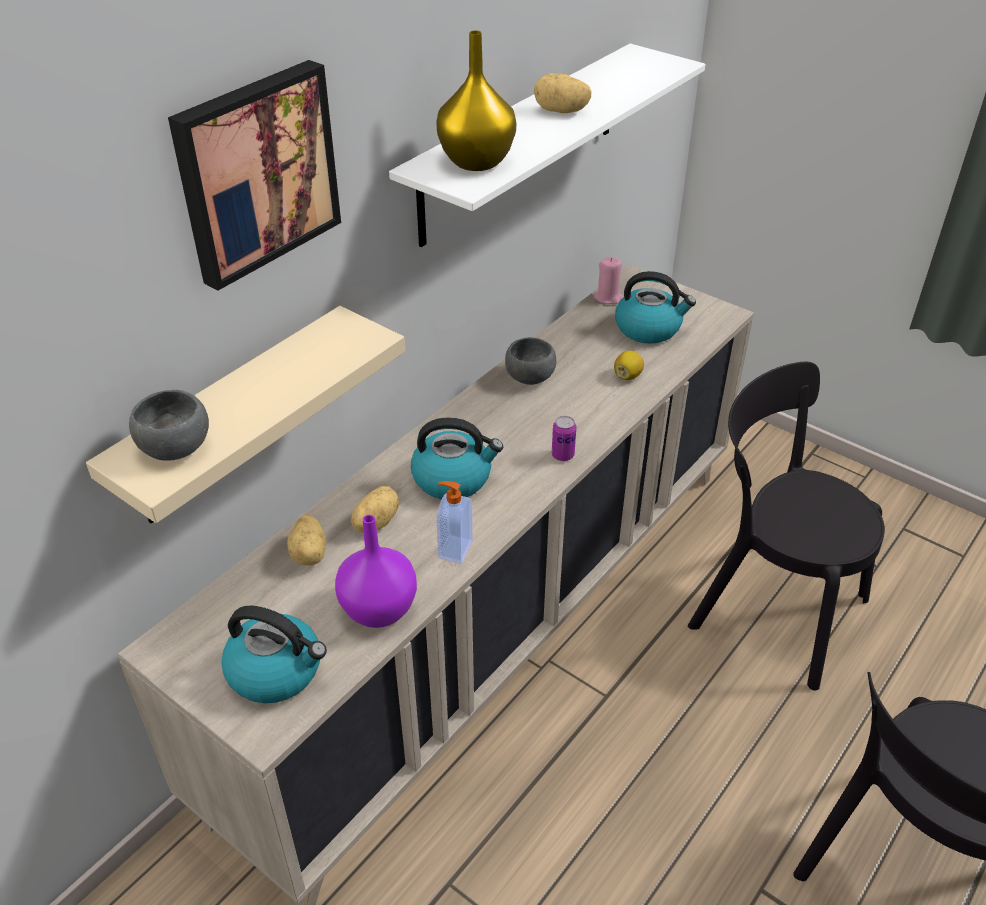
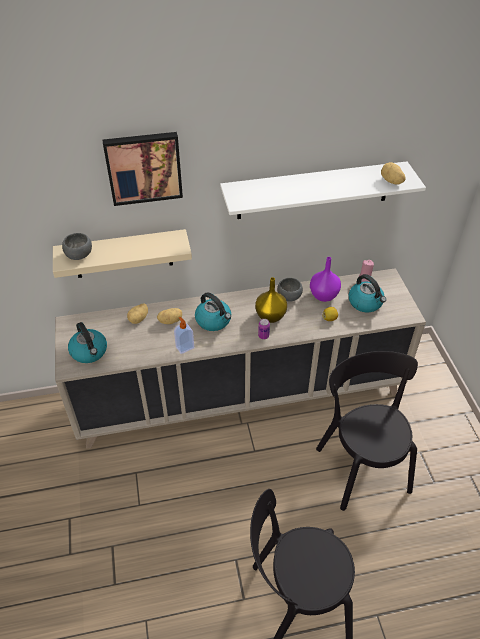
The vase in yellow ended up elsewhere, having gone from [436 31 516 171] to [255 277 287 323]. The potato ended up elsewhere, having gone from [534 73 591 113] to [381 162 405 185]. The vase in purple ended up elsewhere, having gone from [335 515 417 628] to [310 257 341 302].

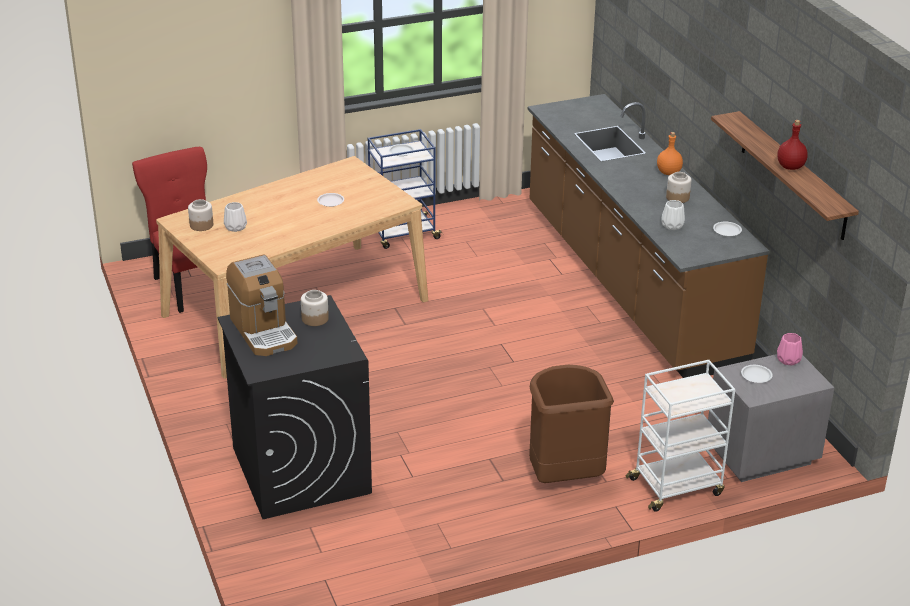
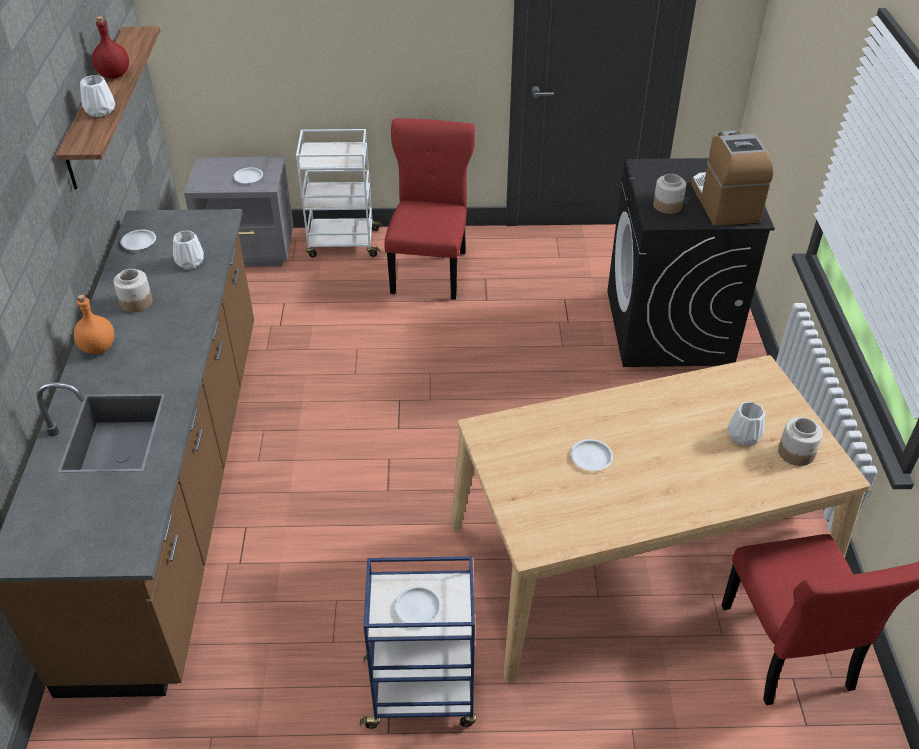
The second view lost the vase in pink at [777 333 803 366]. Where the trash can in brown stood at [529 365 614 483], the chair in red came to stand at [384 118 475 300]. The second view gained the vase in white at [80 75 115 117].

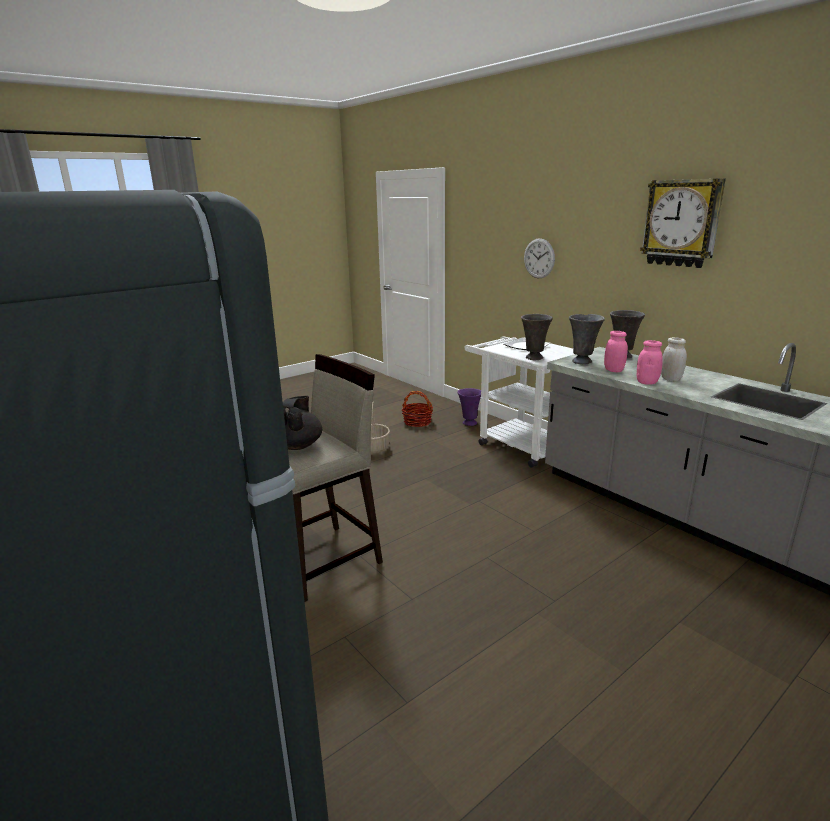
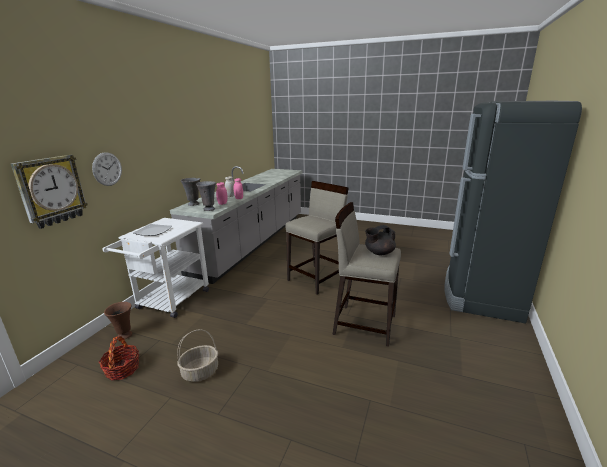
The wall clock ended up elsewhere, having gone from [640 178 726 268] to [11 155 88 229]. The second view lost the vase in grey at [521 314 553 360]. What was the vase in purple at [457 388 481 426] turned into the vase in brown at [104 302 132 340]. The second view gained the stool in beige at [285 181 349 295].

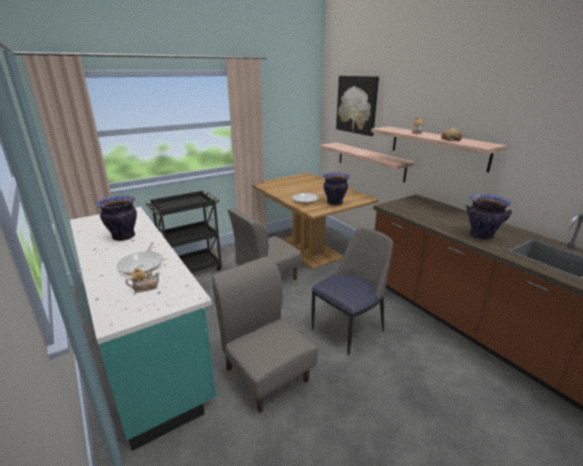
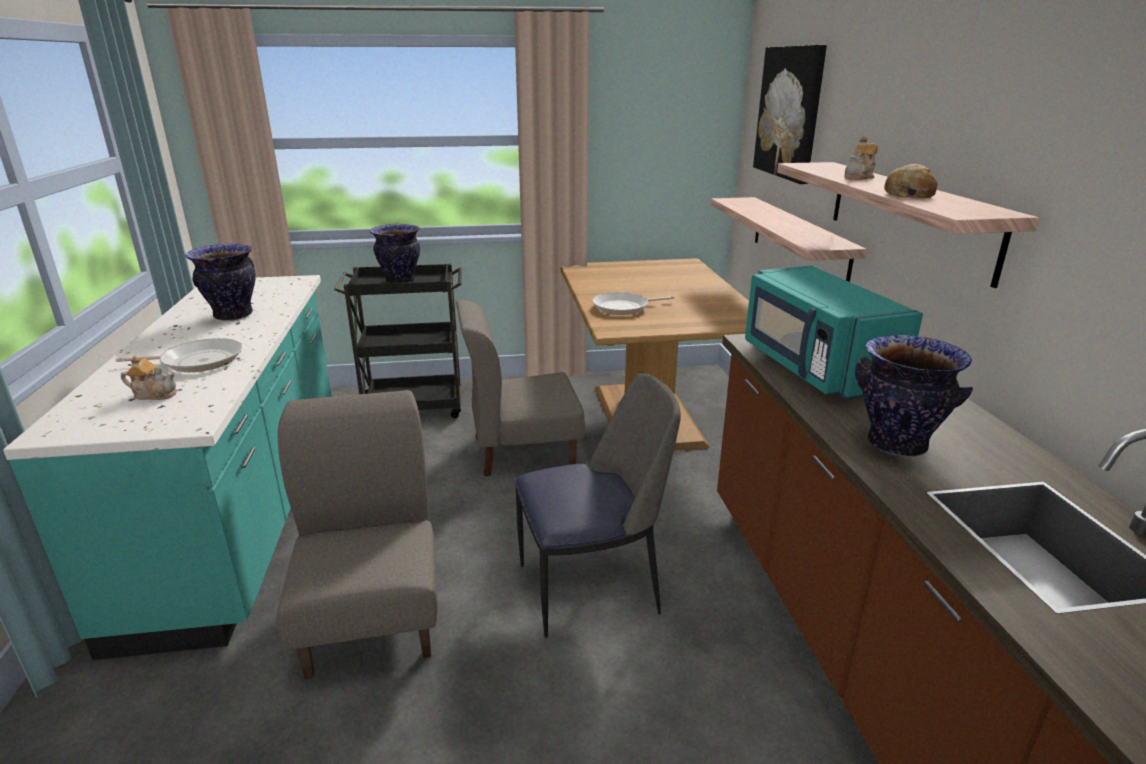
The vase ended up elsewhere, having gone from [323 172 350 206] to [370 224 420 283]. The frying pan at [117 242 163 275] ended up facing another way, 120 degrees counterclockwise from before. The second view gained the microwave in turquoise at [745 266 923 400].

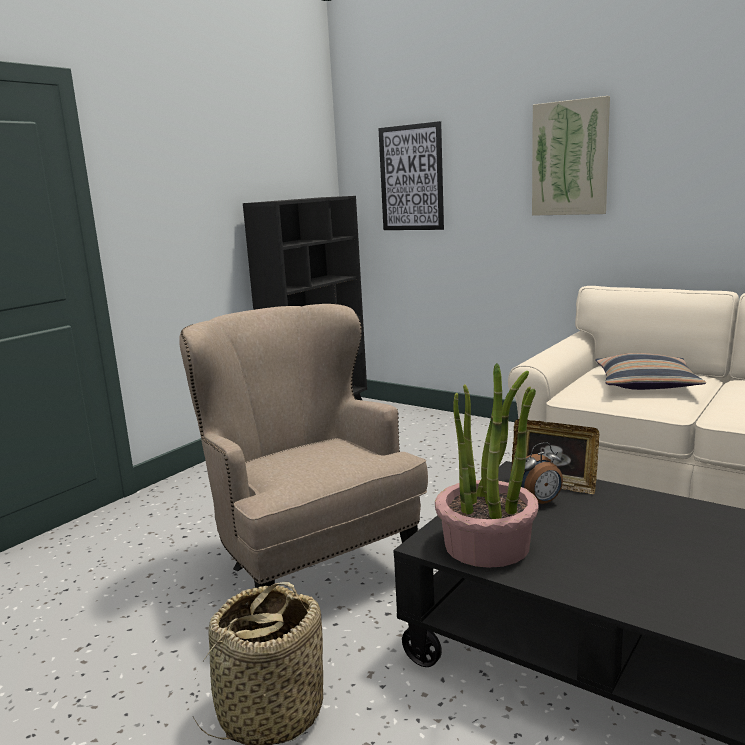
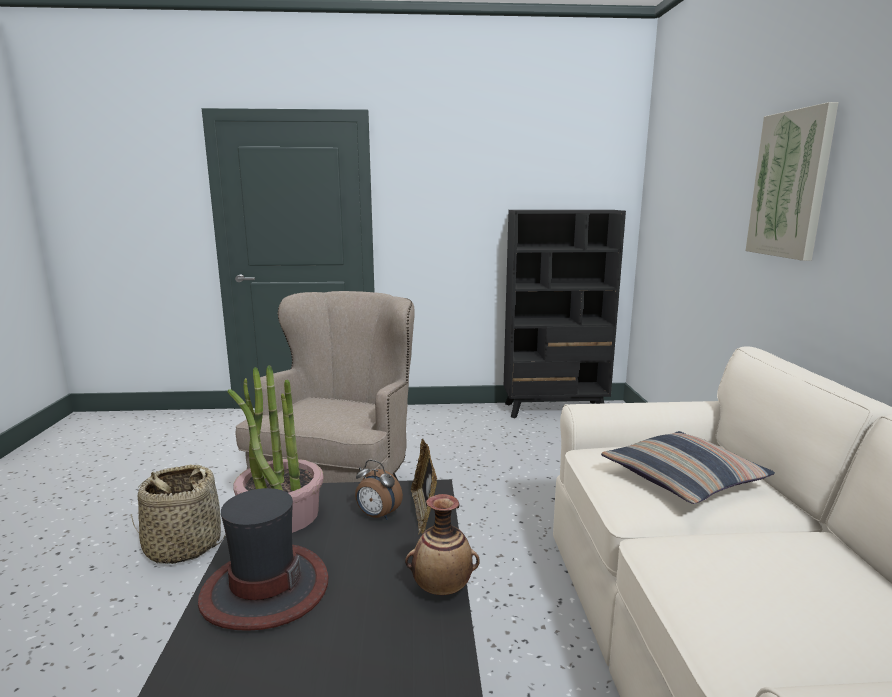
The second view lost the picture at [378 121 444 230]. The second view gained the hat at [198 488 328 631]. The second view gained the vase at [405 494 480 595].

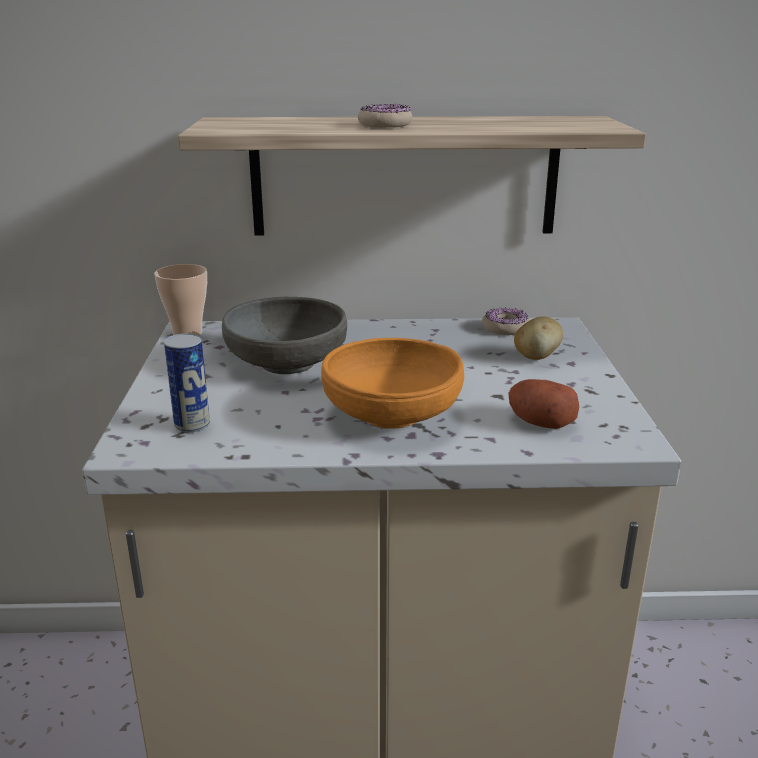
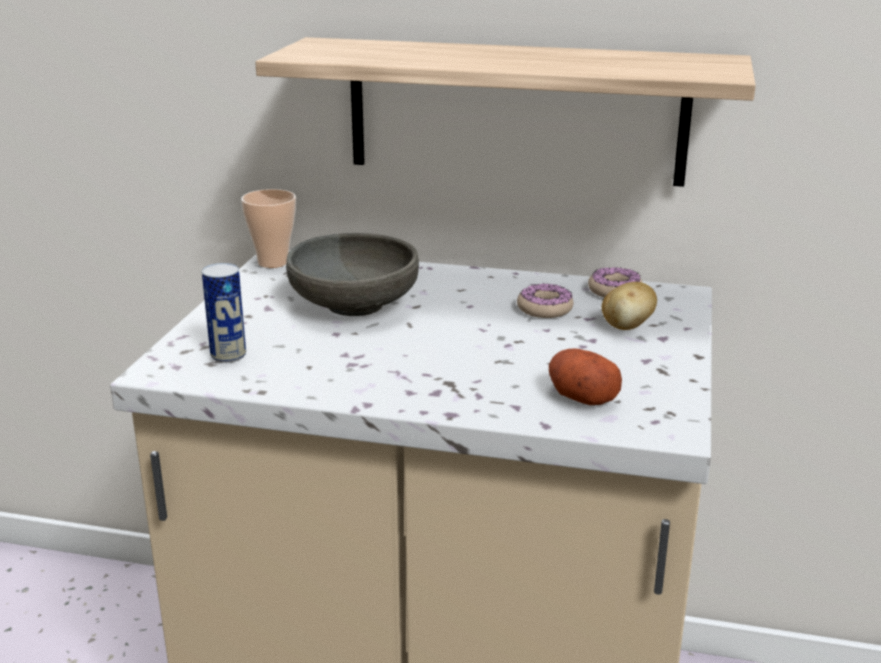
The donut ended up elsewhere, having gone from [358 104 412 128] to [517 284 574 318]. The second view lost the bowl in orange at [321 338 464 429].

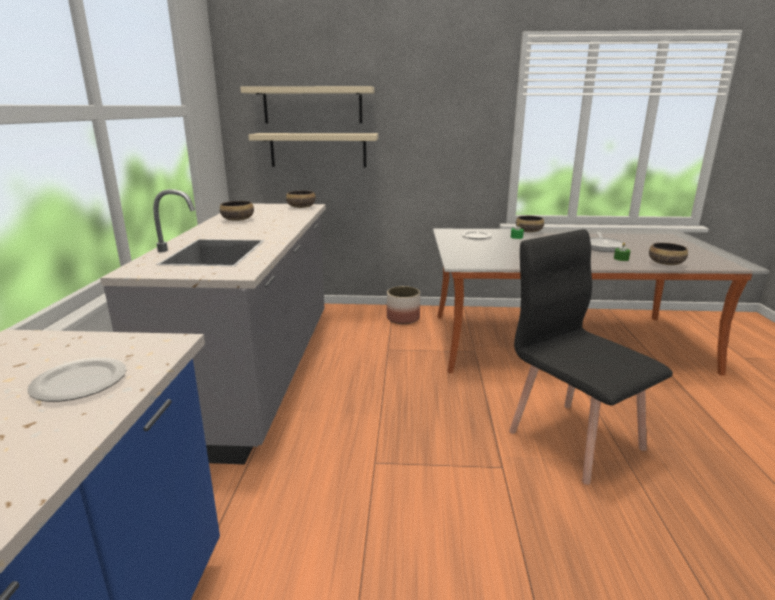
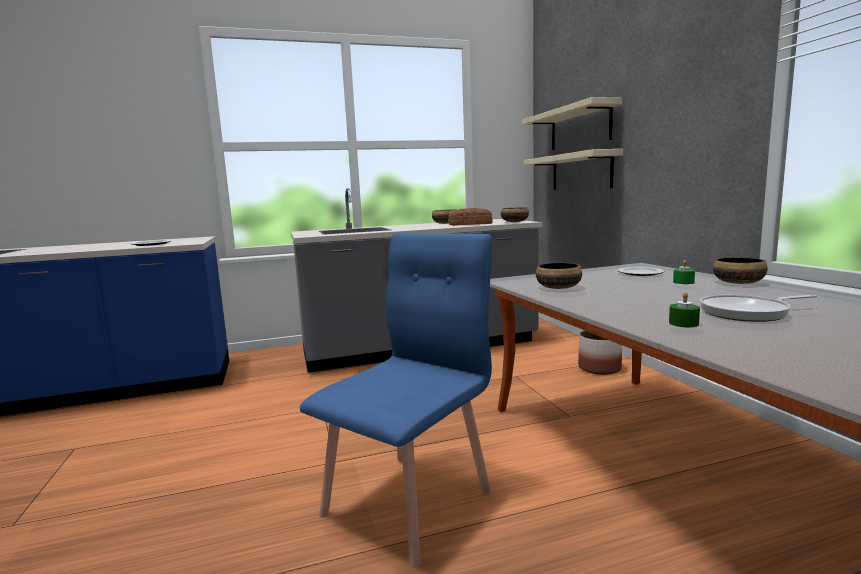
What was the chair in black at [509 229 673 485] turned into the chair in blue at [300 232 492 567]. The bowl ended up elsewhere, having gone from [649 243 688 265] to [536 263 582 289]. The second view gained the bread at [448 208 493 226].

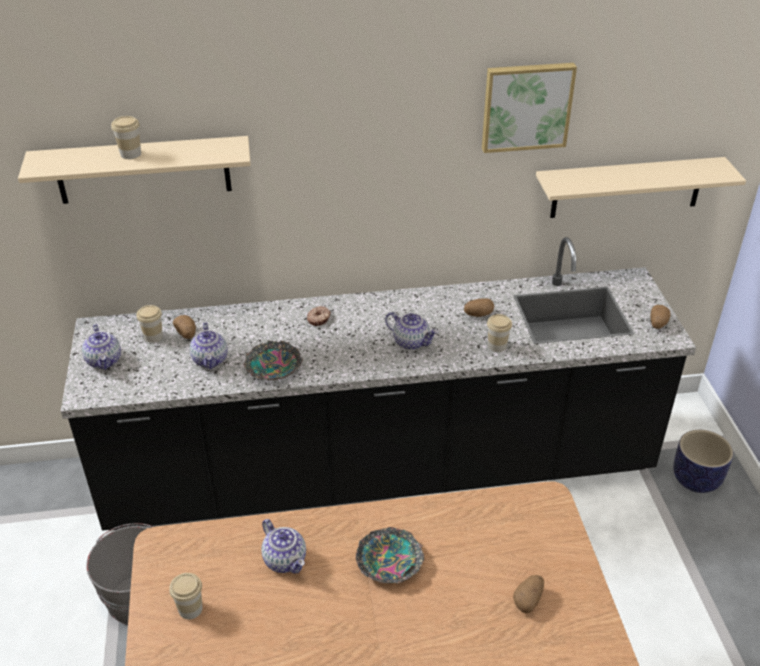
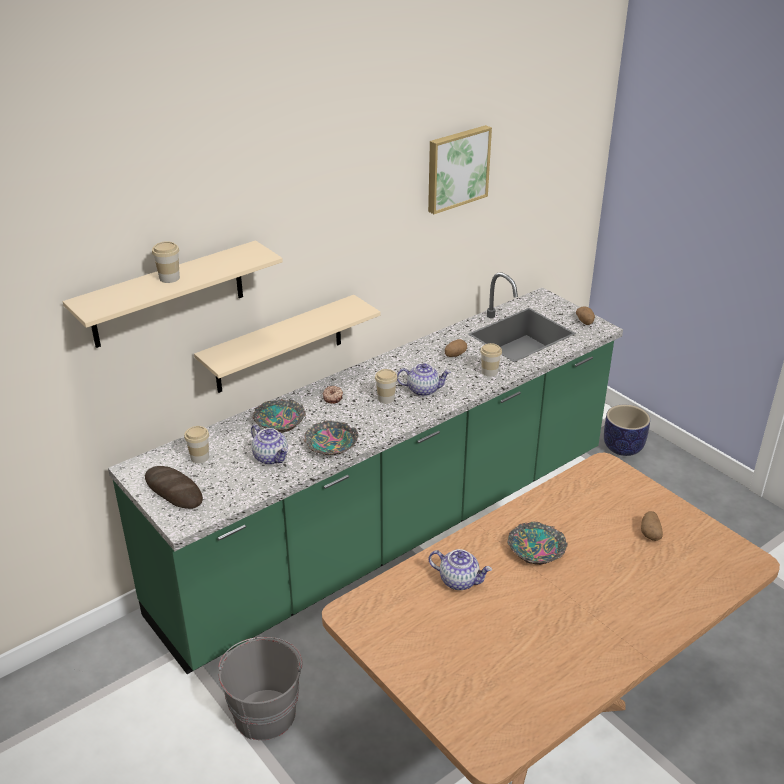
The shelf in beige ended up elsewhere, having gone from [536 157 746 218] to [194 295 381 393]. What was the counter in black at [61 237 696 531] turned into the counter in green at [108 272 623 674]. The second view lost the potato at [173 315 196 339]. Where the teapot stood at [82 324 121 370], the bread came to stand at [145 466 203 509]. The cup ended up elsewhere, having gone from [169 573 203 619] to [375 369 397 404]. The second view gained the bowl at [253 399 306 433].

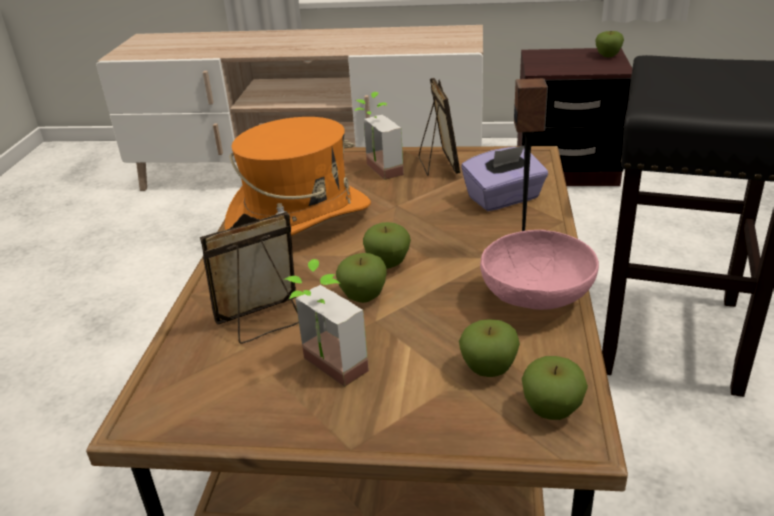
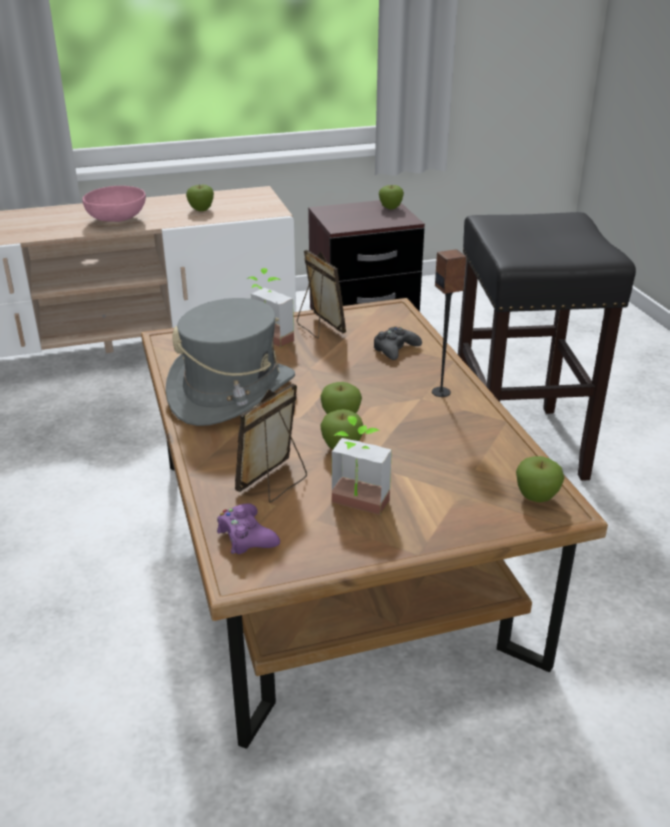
What was the hat in orange at [225 117 371 236] turned into the hat in grey at [165 298 295 426]. Where the tissue box in purple stood at [461 145 548 211], the game controller in black came to stand at [374 326 422 360]. The bowl in pink ended up elsewhere, having gone from [480 230 599 310] to [83 186 146 222]. The apple ended up elsewhere, having gone from [459 319 520 377] to [186 185 214 211]. The second view gained the game controller in purple at [217 503 280 554].

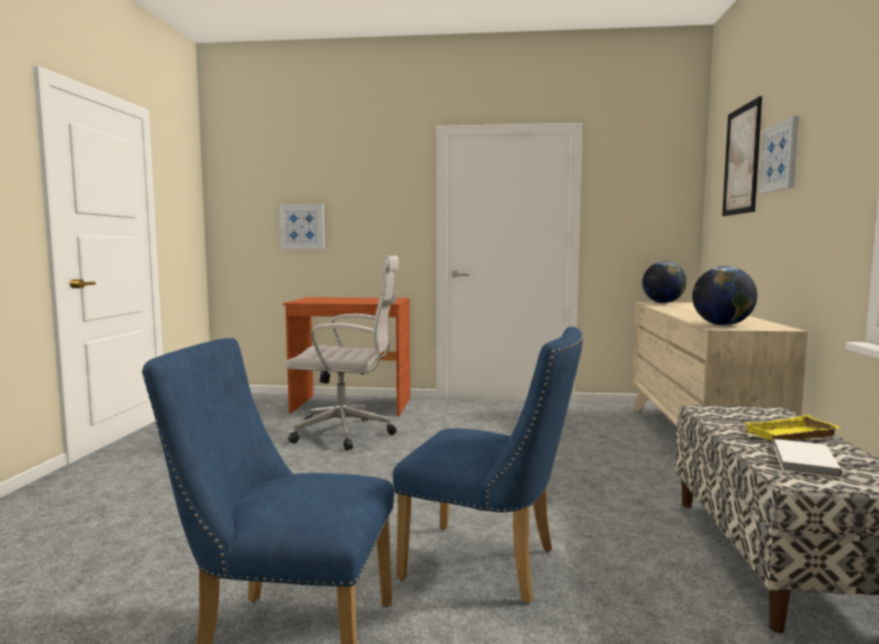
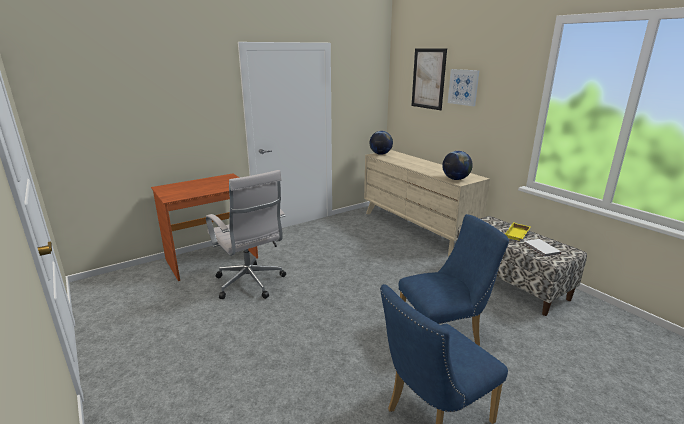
The second view lost the picture at [279 204 325 249]. The office chair in white at [286 256 399 451] ended up facing another way, 90 degrees clockwise from before.

